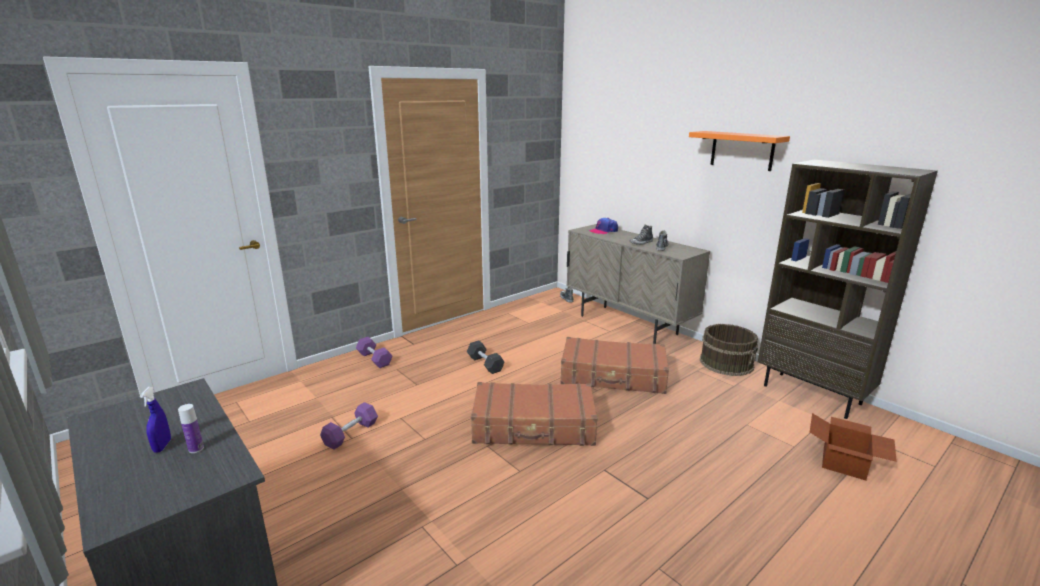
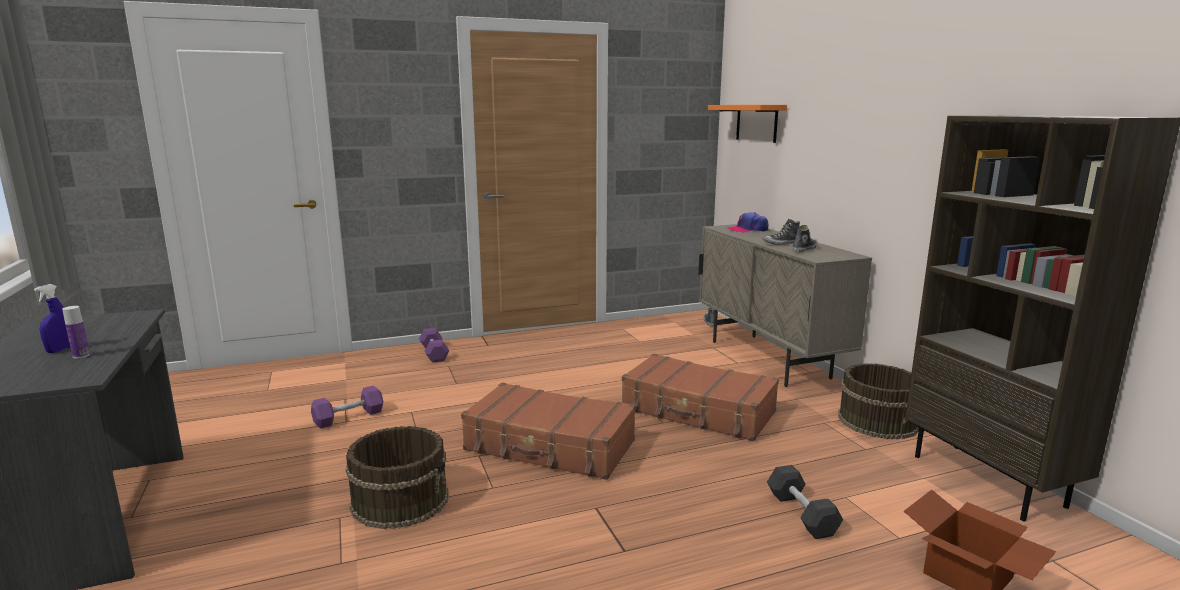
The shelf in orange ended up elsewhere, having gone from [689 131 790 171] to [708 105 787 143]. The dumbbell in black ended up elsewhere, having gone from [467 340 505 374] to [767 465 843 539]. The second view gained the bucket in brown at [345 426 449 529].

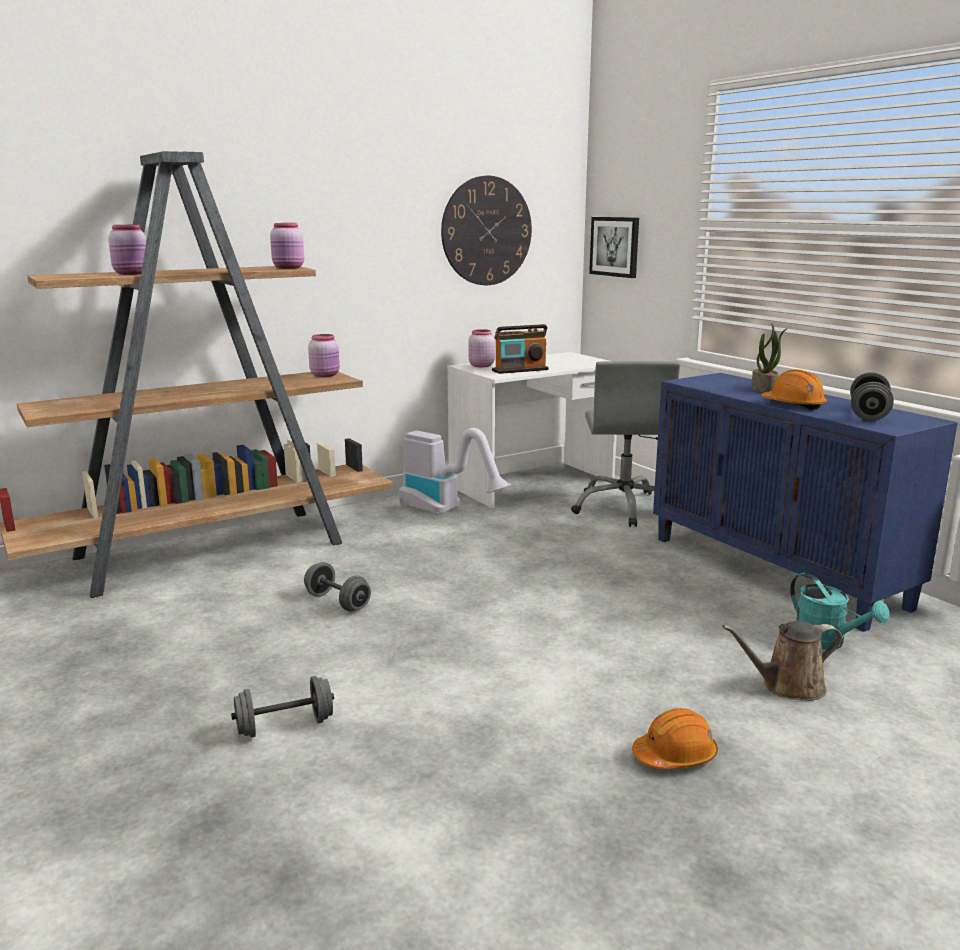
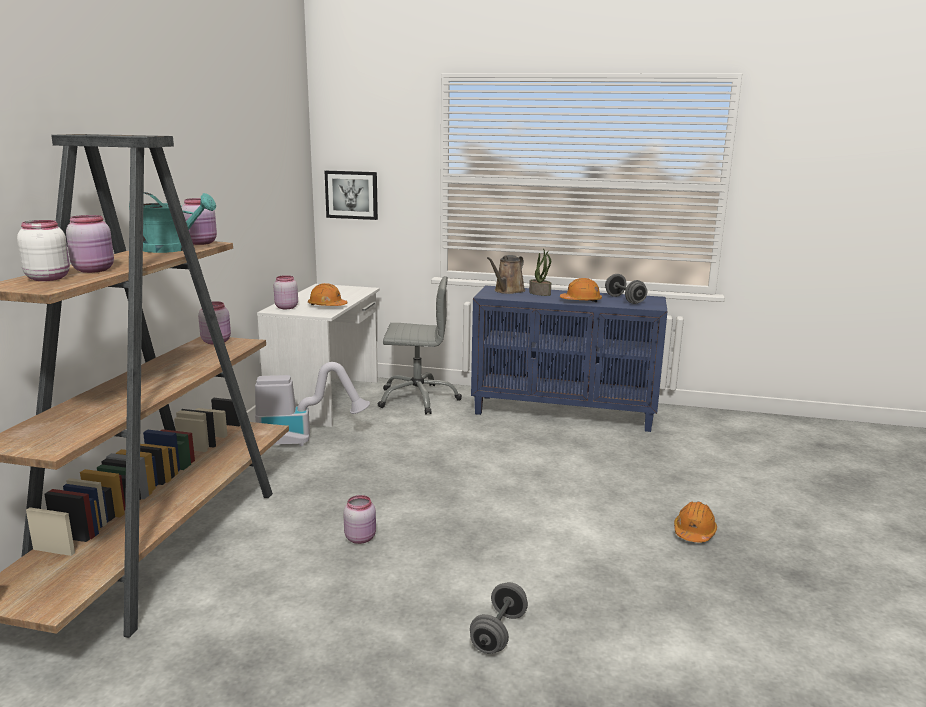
The second view lost the wall clock at [441 176 532 285]. Where the radio stood at [492 324 549 374], the hard hat in orange came to stand at [308 283 348 306]. The office chair in grey at [571 361 680 527] ended up facing another way, 45 degrees counterclockwise from before. Where the dumbbell in grey stood at [304 562 371 612], the jar in pink came to stand at [343 495 376 544]. The watering can in turquoise ended up elsewhere, having gone from [790 572 890 650] to [129 192 216 253]. The watering can in brown ended up elsewhere, having gone from [722 621 842 701] to [487 255 525 294]. The second view gained the jar in white at [17 220 70 281].

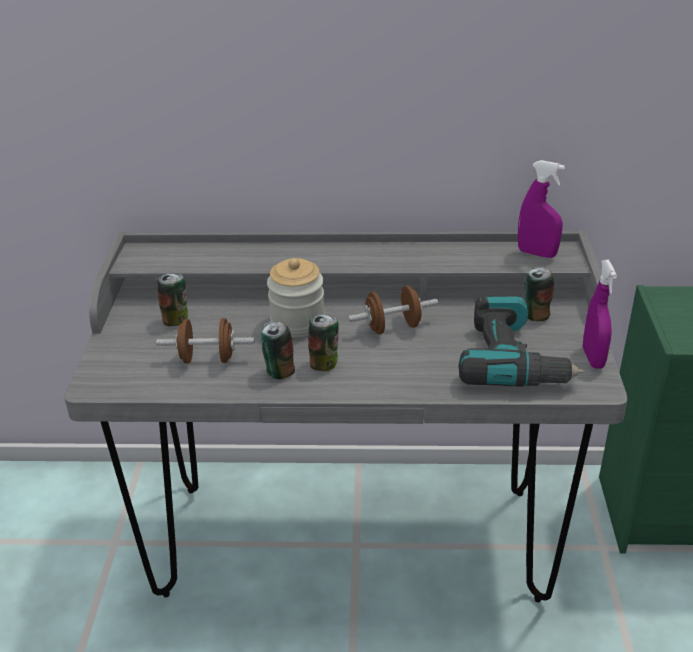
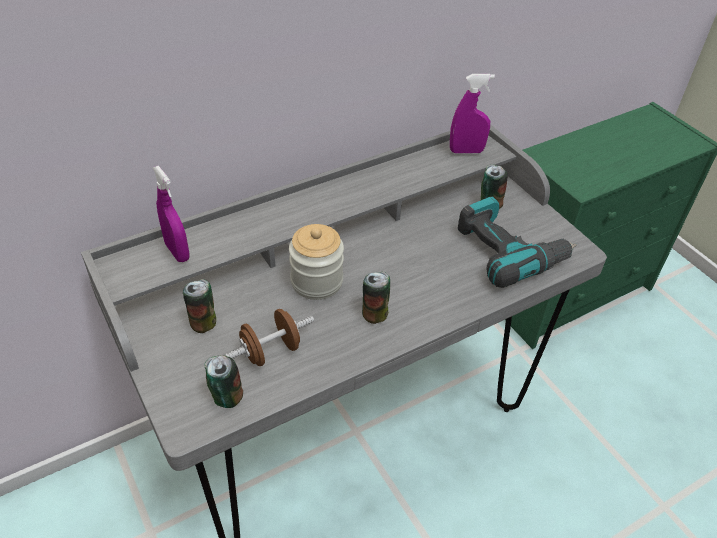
The spray bottle in purple ended up elsewhere, having gone from [583 260 617 369] to [153 166 190 262]. The second view lost the dumbbell in brown at [348 285 438 334]. The can ended up elsewhere, having gone from [261 321 295 379] to [205 355 243 408].

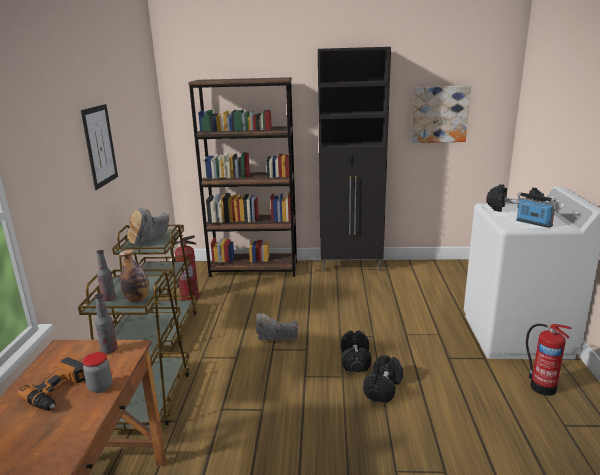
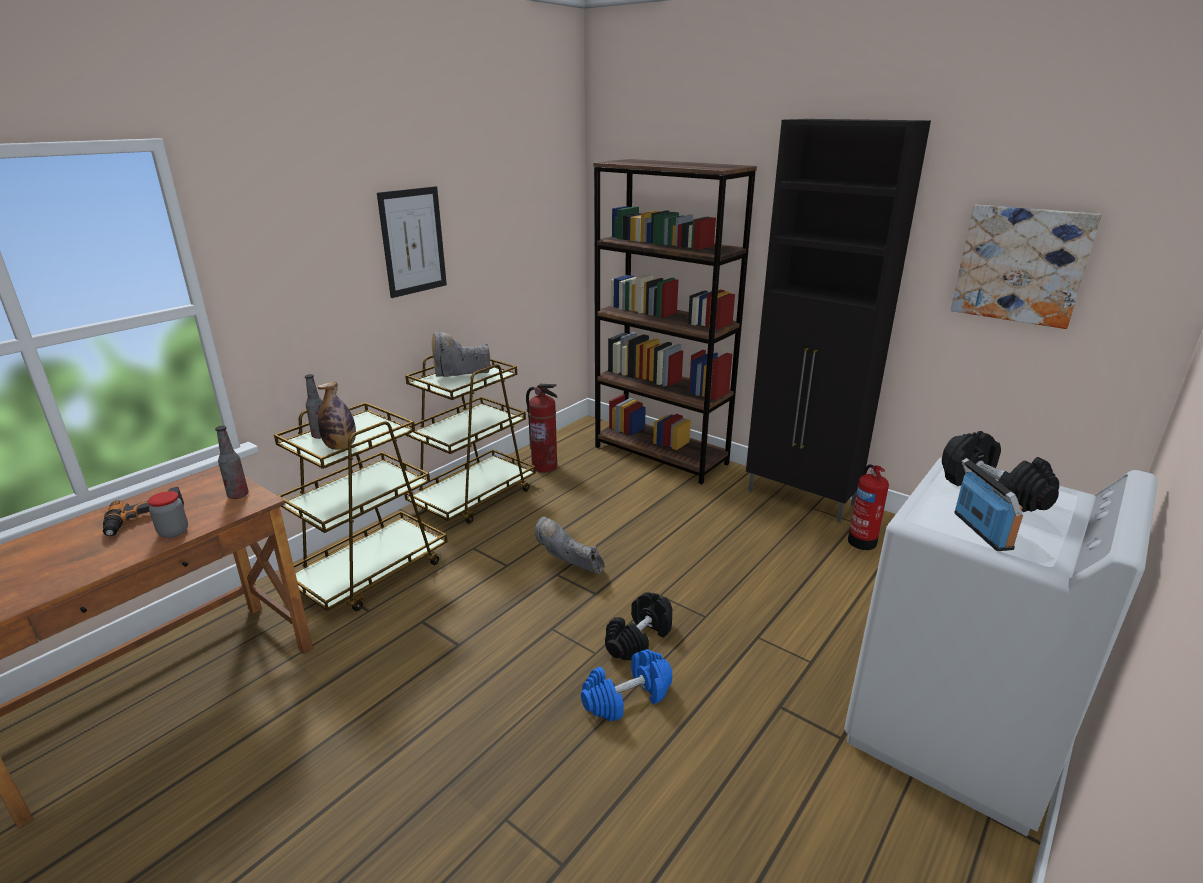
The fire extinguisher ended up elsewhere, having gone from [526 324 571 396] to [848 464 889 550]. What was the dumbbell in black at [363 355 403 403] turned into the dumbbell in blue at [581 649 672 721].

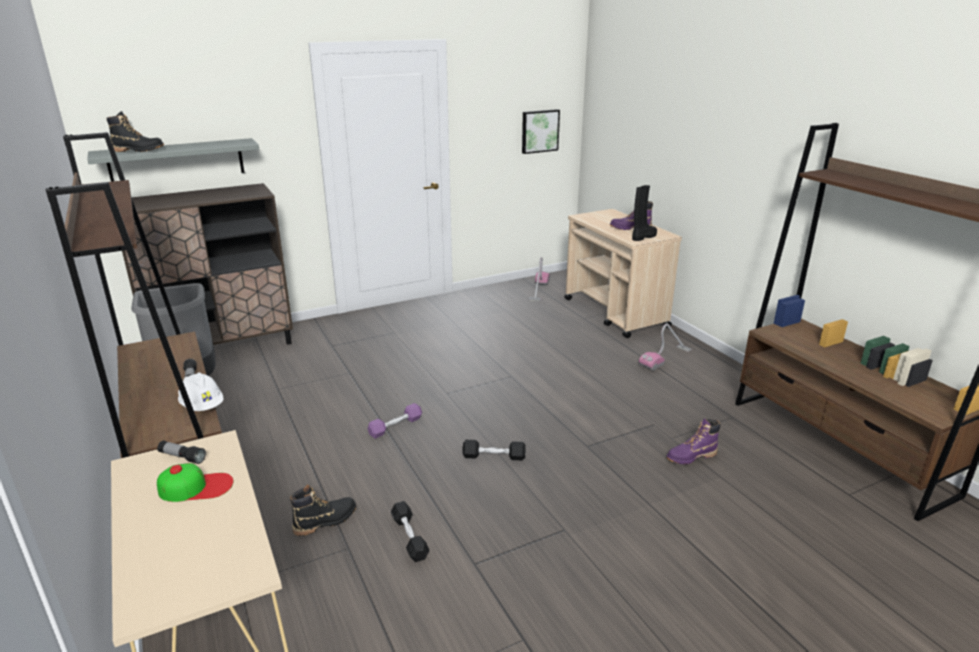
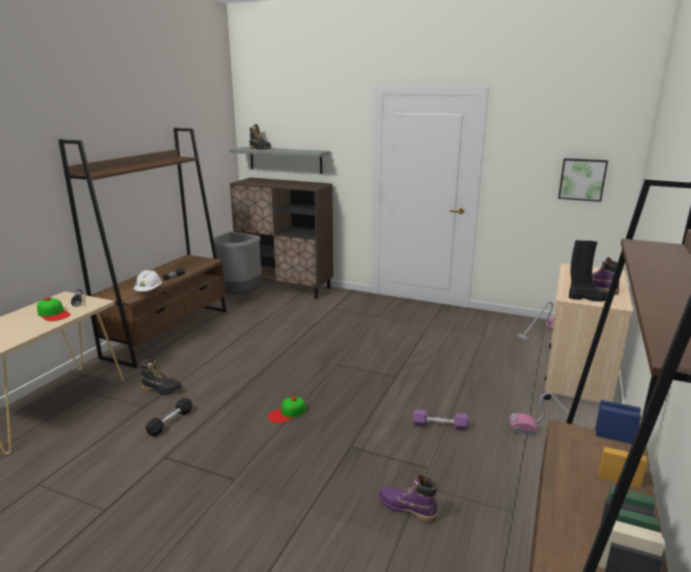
The dumbbell in purple ended up elsewhere, having gone from [368 403 422 439] to [413 410 469 430]. Where the dumbbell in black stood at [462 440 526 460], the cap came to stand at [268 397 306 423].

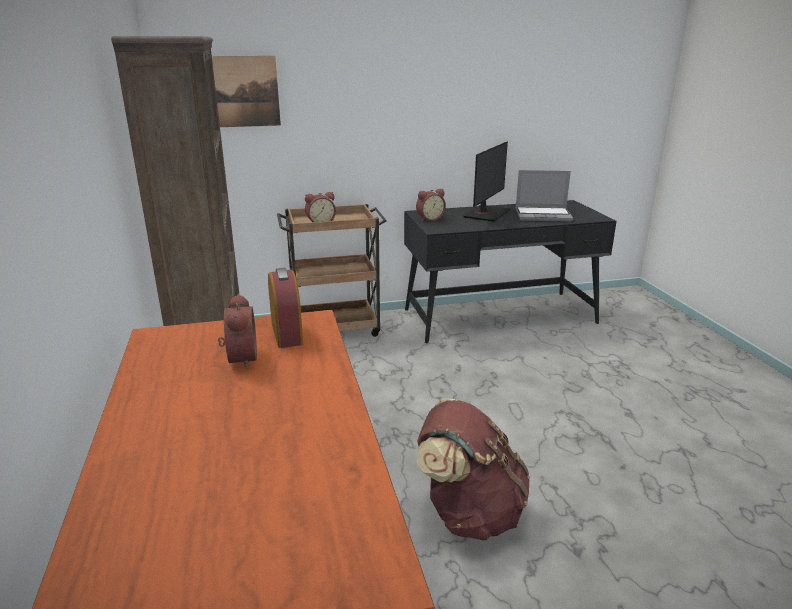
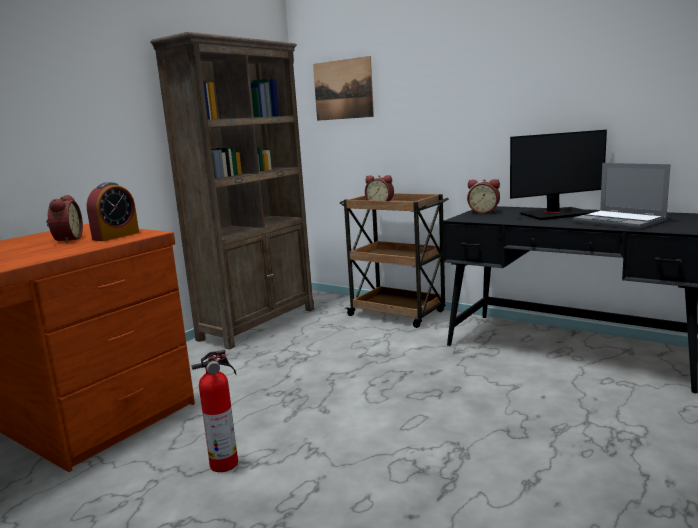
The alarm clock at [218 294 257 369] ended up facing another way, 45 degrees counterclockwise from before. Where the backpack in brown stood at [417 398 530 541], the fire extinguisher came to stand at [191 349 238 472].

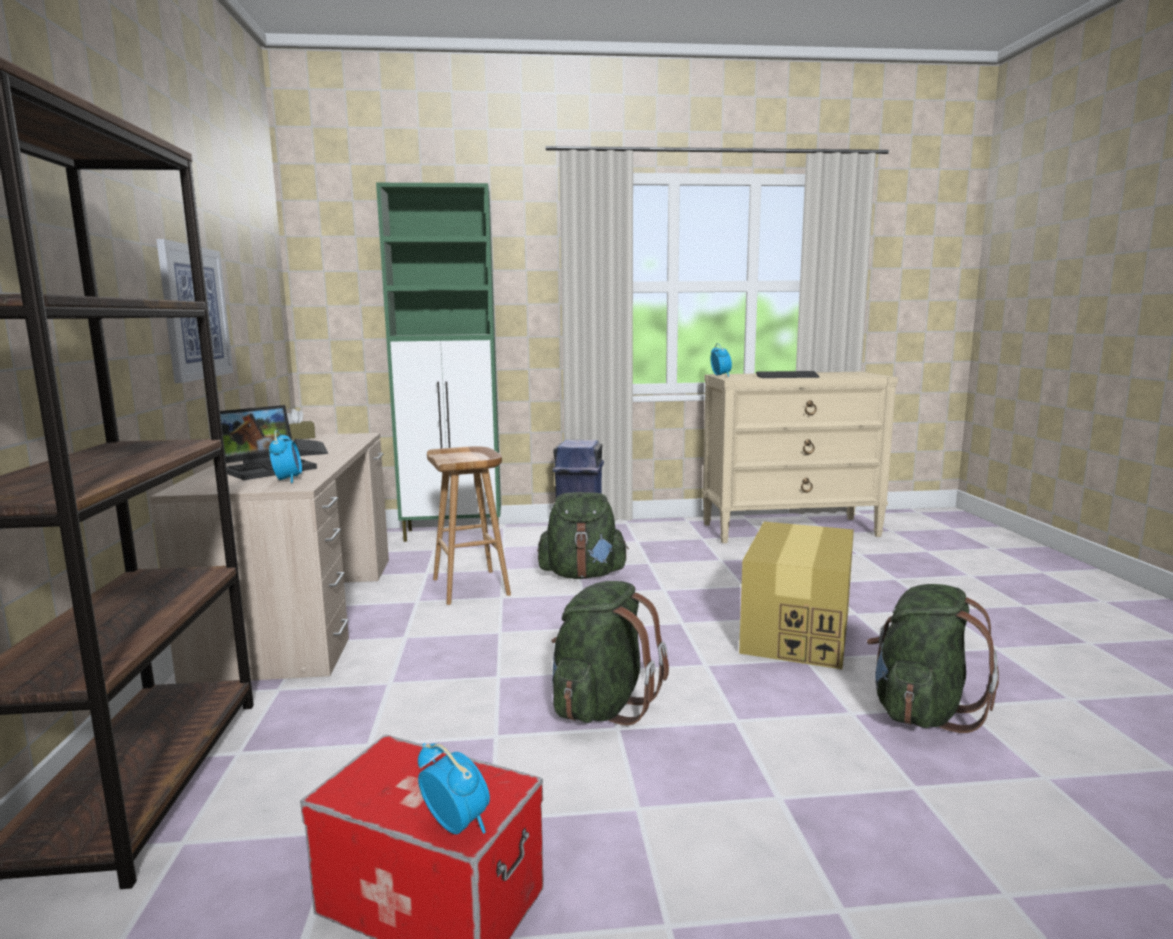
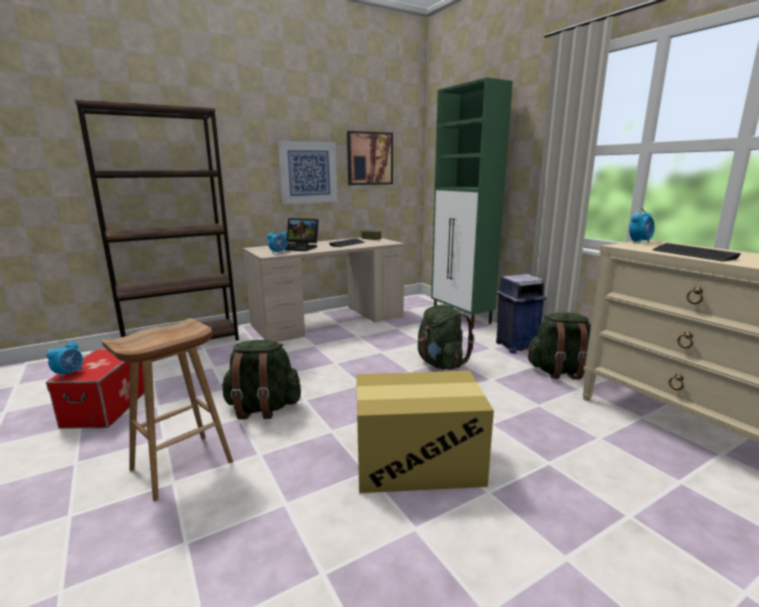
The stool in brown ended up elsewhere, having gone from [427 446 511 605] to [102 318 233 501]. The backpack in green ended up elsewhere, having gone from [867 584 999 733] to [527 313 591 380]. The second view gained the picture at [347 131 393 185].

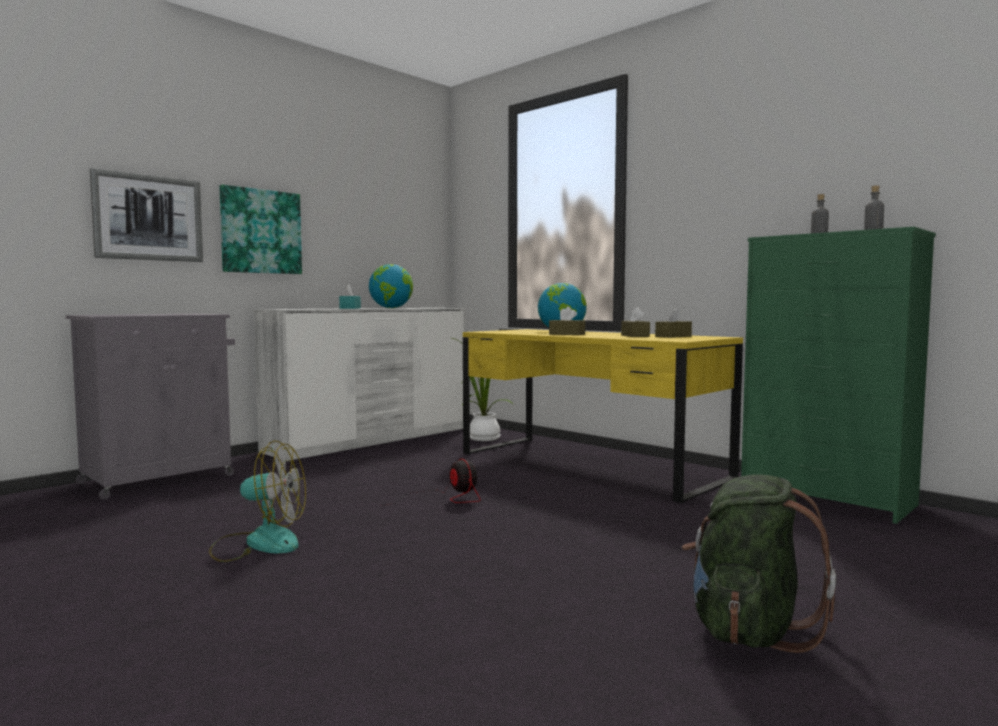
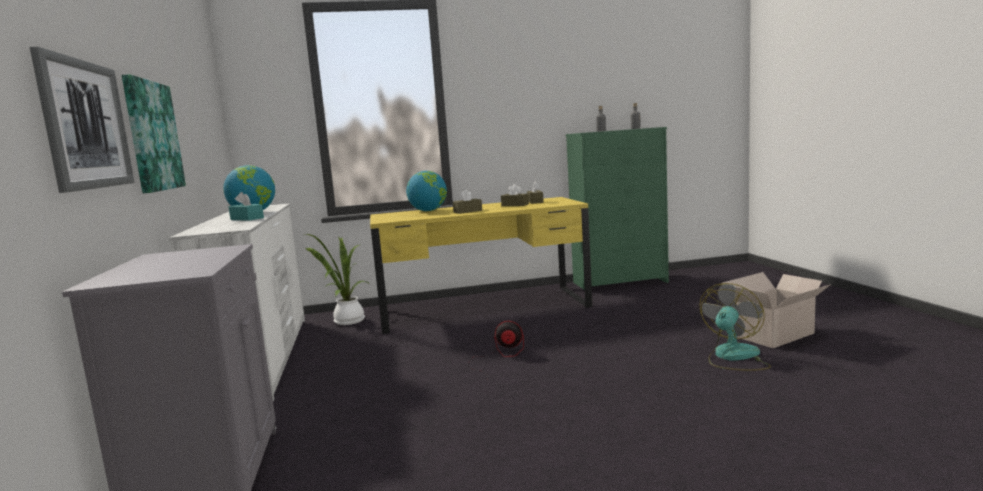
The fan ended up elsewhere, having gone from [209 440 306 562] to [699 283 771 371]. Where the backpack in green stood at [682 474 836 653], the cardboard box came to stand at [723 272 831 348].

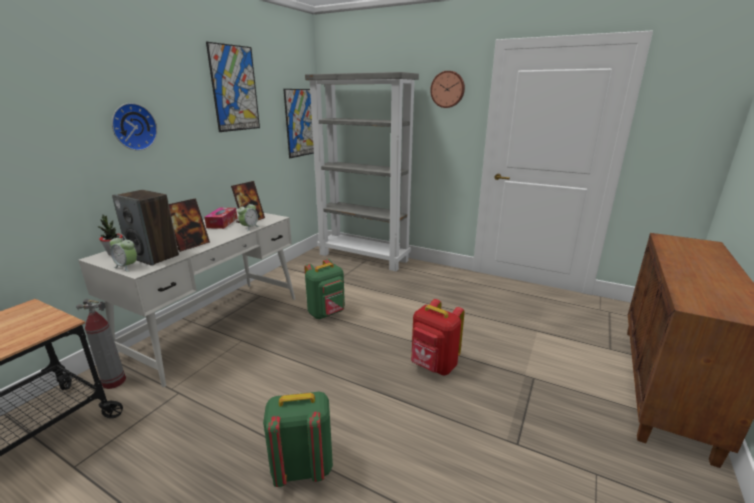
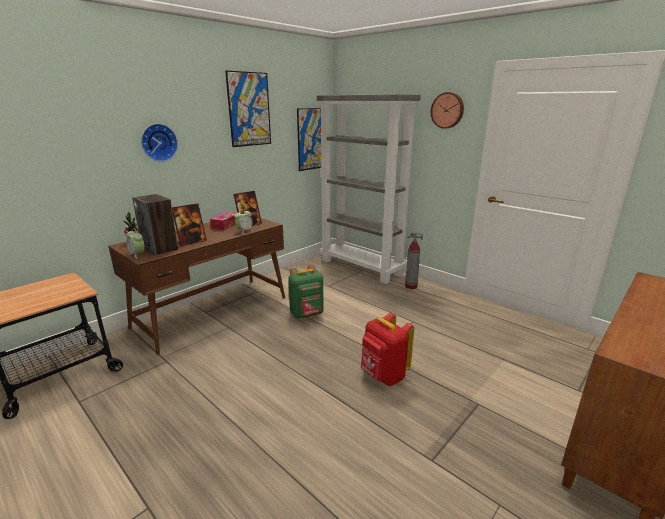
What was the desk in white at [78 209 295 387] turned into the desk in brown at [108 218 285 355]. The fire extinguisher ended up elsewhere, having gone from [76 299 126 389] to [405 232 423 289]. The second view lost the backpack in green at [263 392 333 487].

